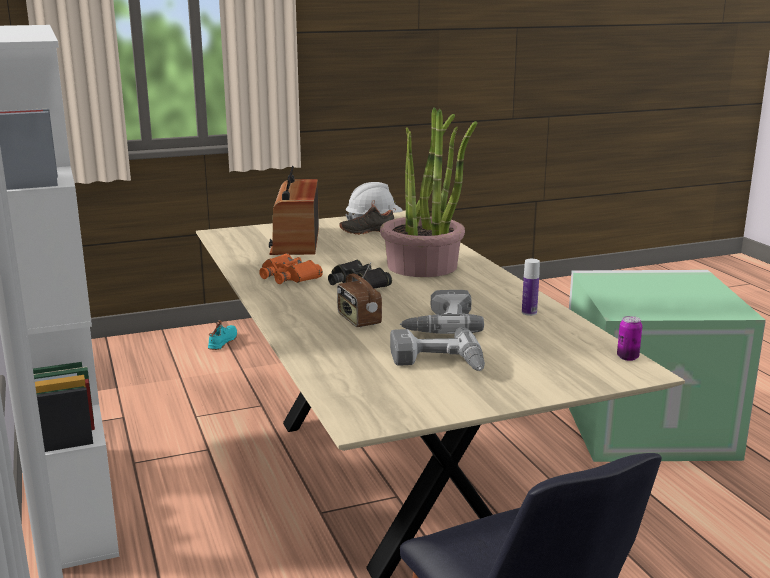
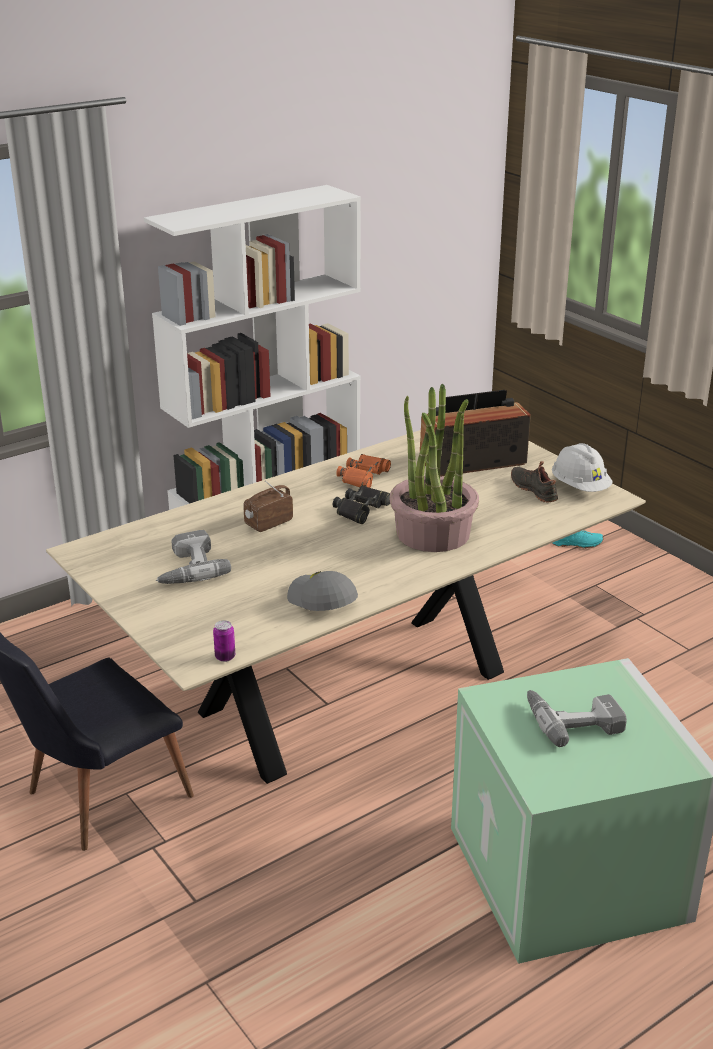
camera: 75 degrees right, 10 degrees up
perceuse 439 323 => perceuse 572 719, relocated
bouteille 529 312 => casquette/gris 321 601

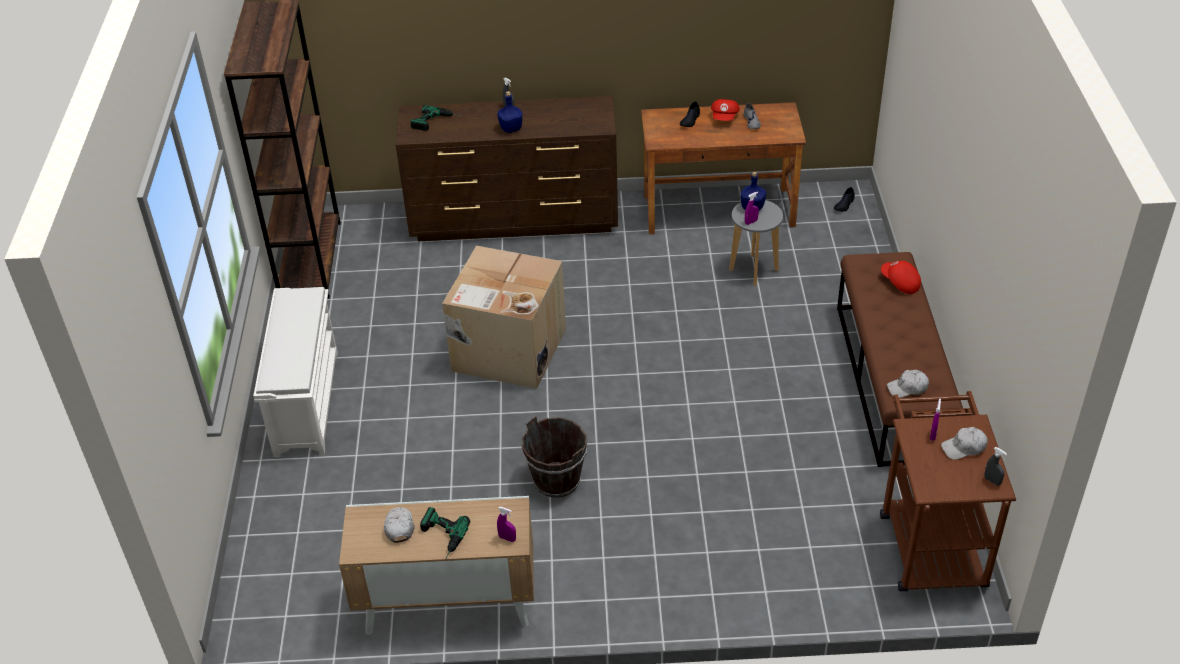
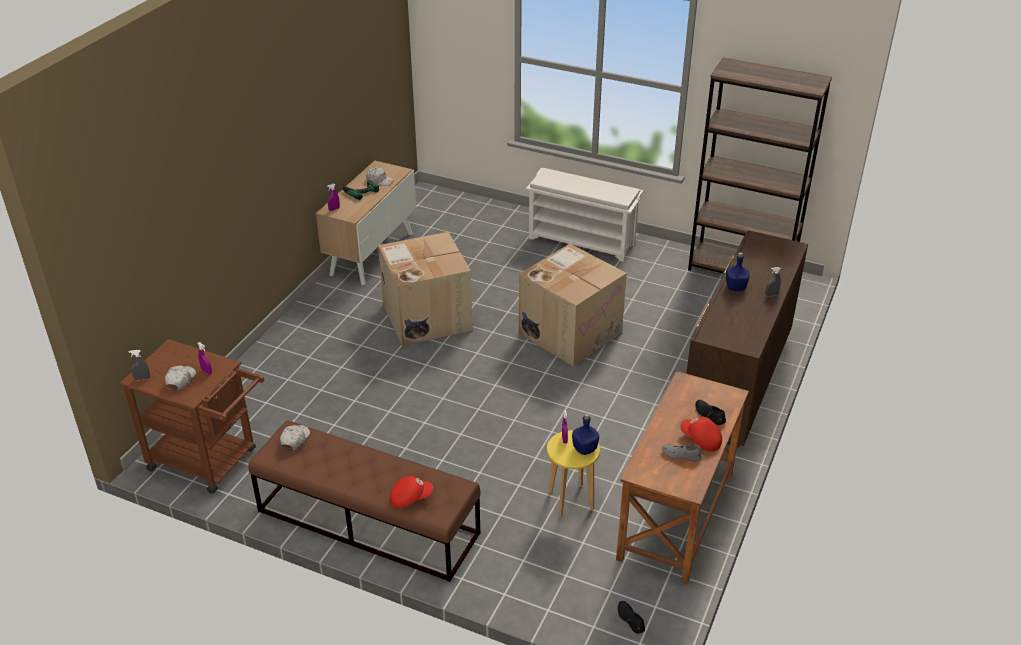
camera: 115 degrees right, 5 degrees down
perceuse 436 122 => nothing
seau/marron 556 481 => carton 425 316
tabouret/gris 753 270 => tabouret/jaune 570 500

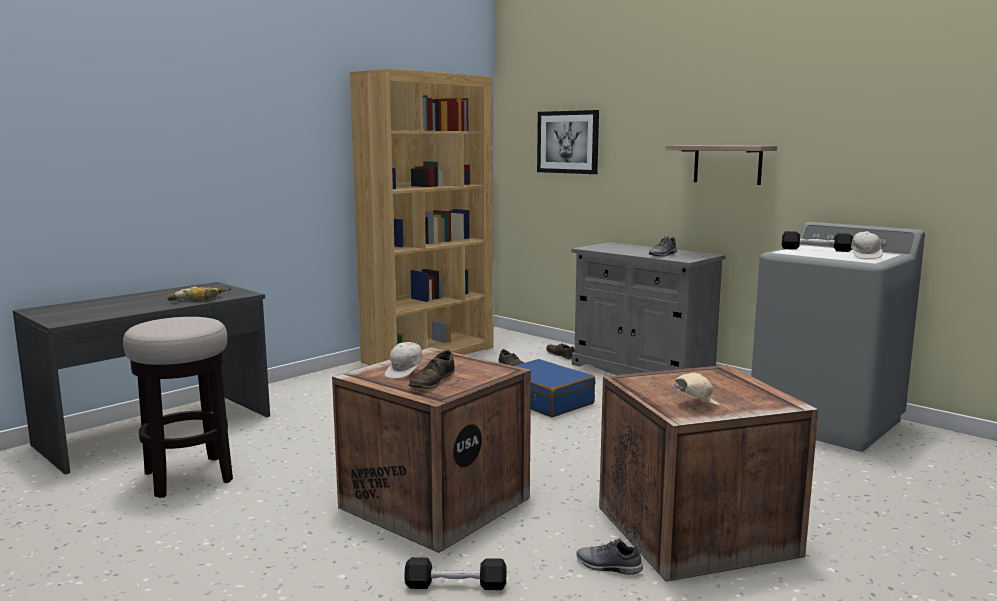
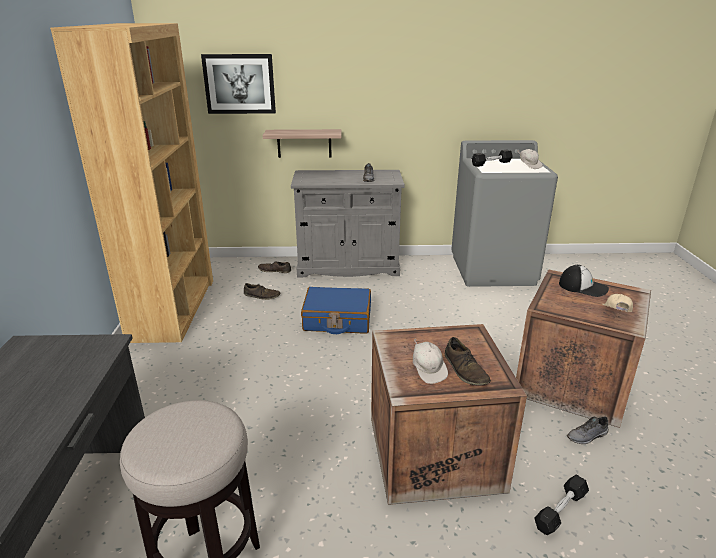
camera: 45 degrees left, 15 degrees up
perceuse 198 300 => nothing
nothing => casquette 583 287
étagère 727 164 => étagère 304 143, relocated

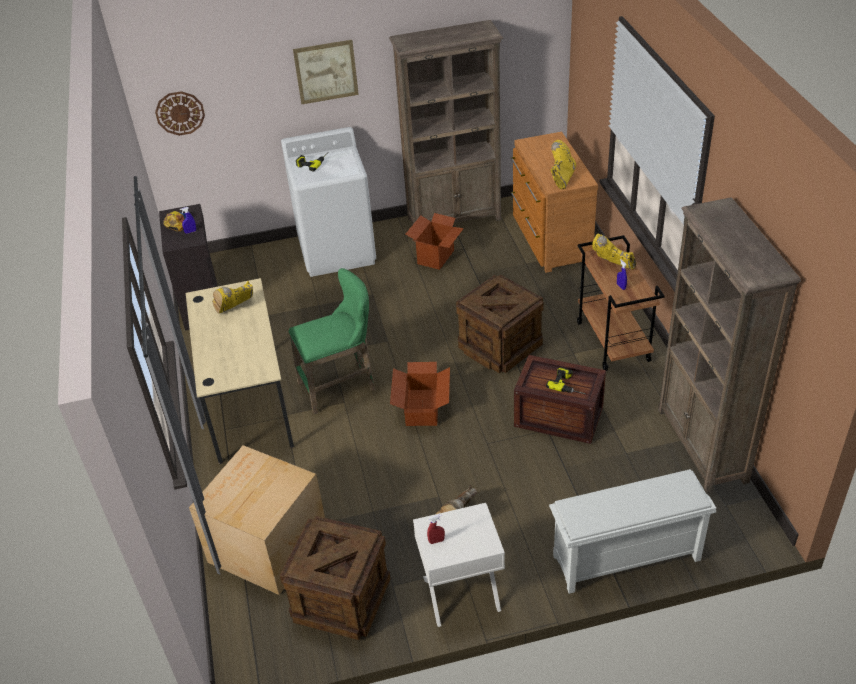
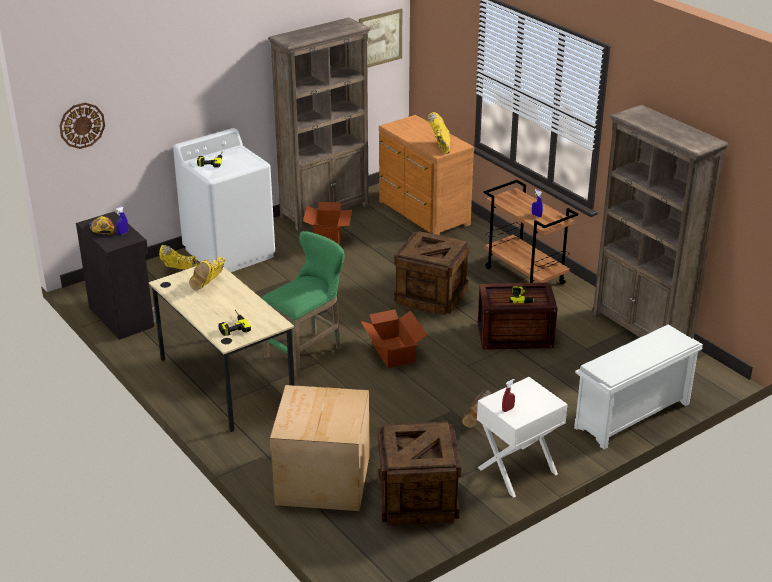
camera: 25 degrees left, 10 degrees down
nothing => perceuse 232 325
tableau 326 71 => tableau 380 38, relocated
botte/jaune 612 265 => botte/jaune 180 271, relocated

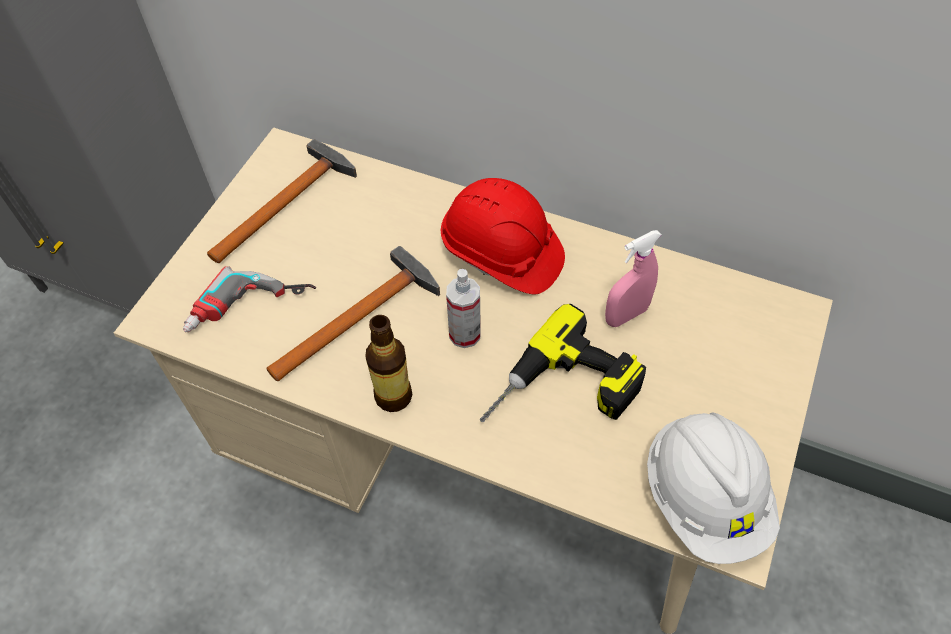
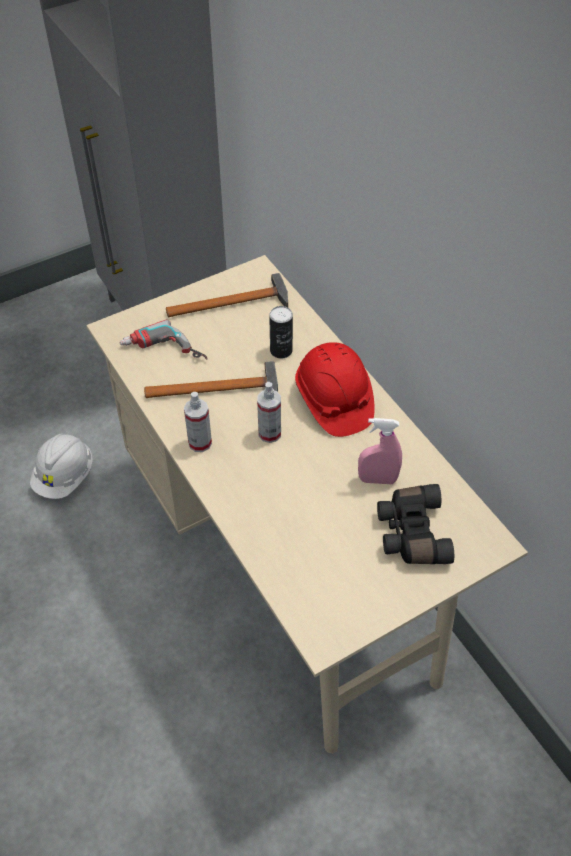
camera: 35 degrees right, 5 degrees down
perceuse 563 394 => nothing
nothing => boîte métallique 281 350
nothing => jumelles/noir 410 533
casque de chantier/blanc 704 498 => casque de chantier/blanc 65 477, relocated
bouteille 393 396 => vaporisateur 200 443

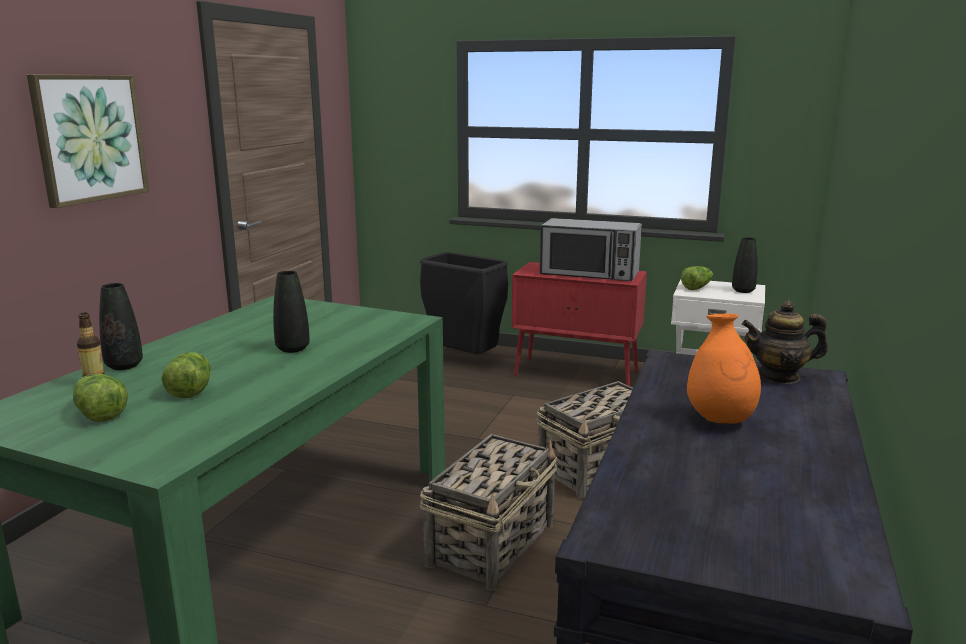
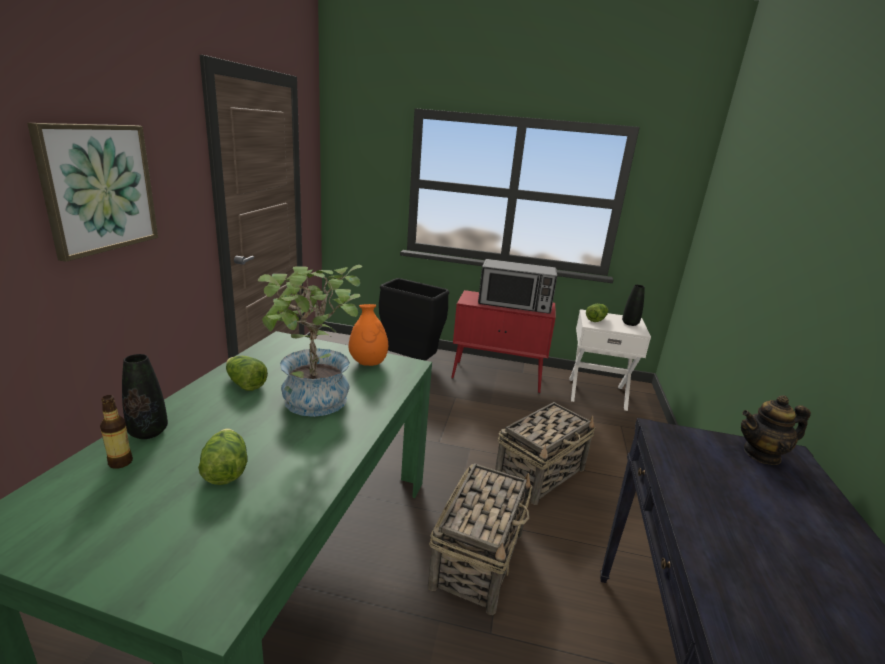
camera: 10 degrees left, 5 degrees up
laitue 100 413 => laitue 245 383, relocated
vase/orange 720 420 => vase/orange 368 363, relocated
vase/noir 293 349 => plante en pot 313 405

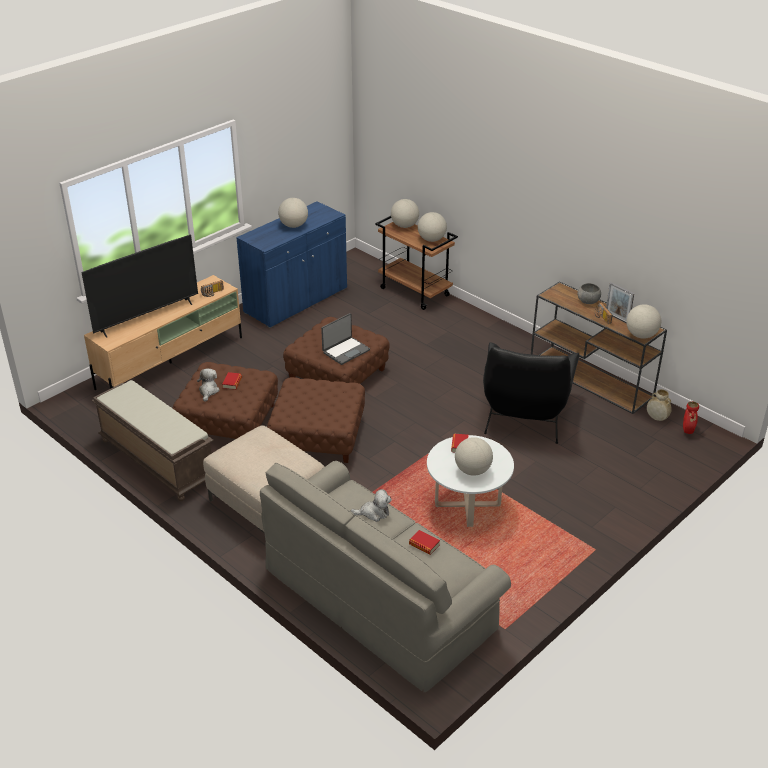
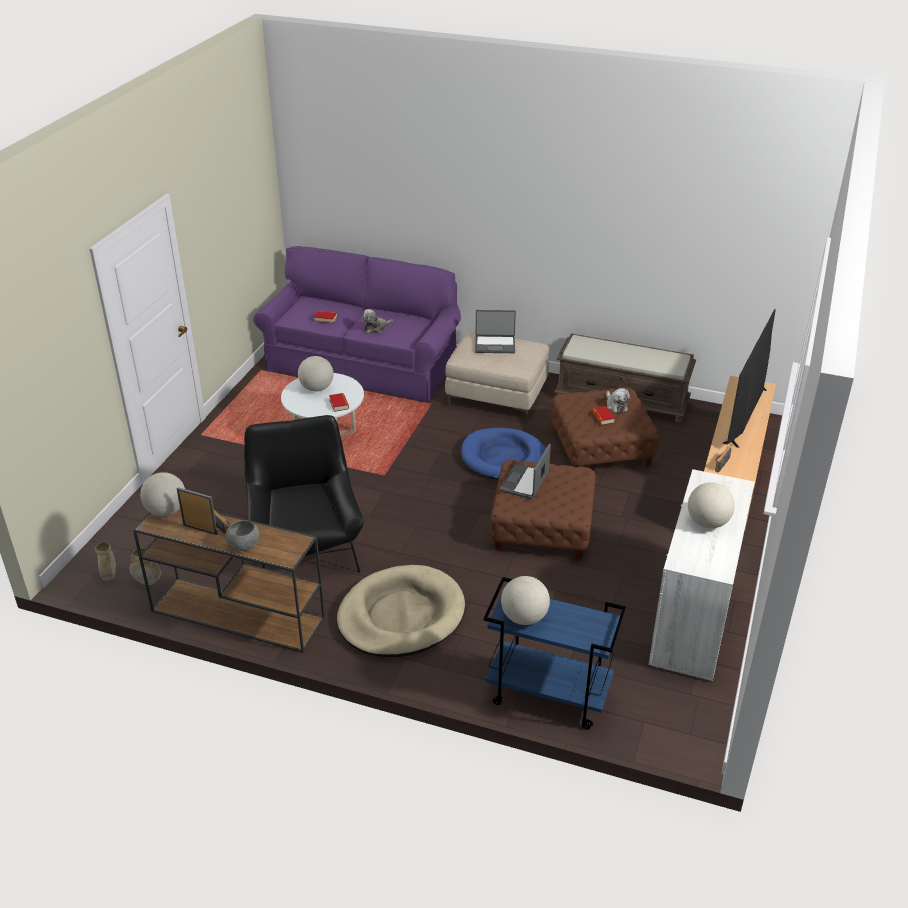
camera: 155 degrees right, 0 degrees up
globe 404 226 => nothing
nothing => panier pour chien/beige 401 616
nothing => ordinateur portable 495 345
pouf/marron 318 435 => panier pour chien/bleu 504 458
meuble de rangement/bleu 296 301 => meuble de rangement/blanc 692 619
canapé/gris 379 597 => canapé/violet 362 364
chariot/marron 415 292 => chariot/bleu 547 695
vase/rouge 688 431 => vase/beige 109 576

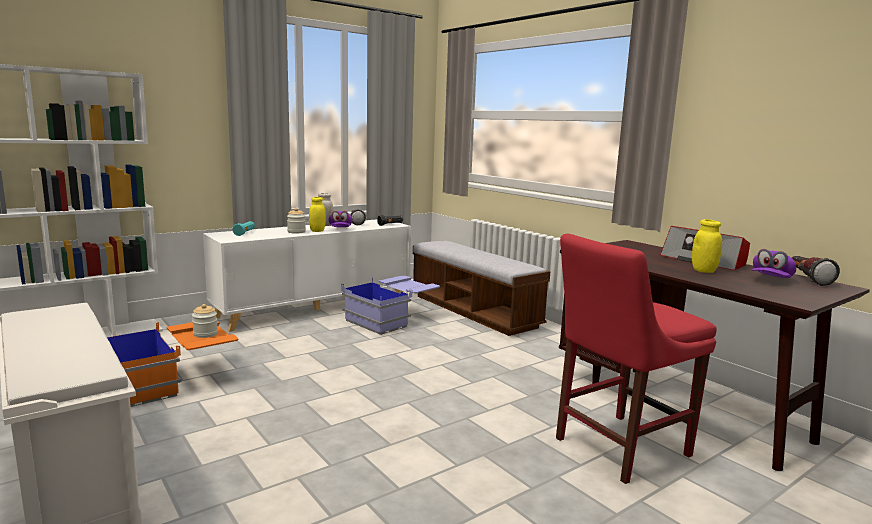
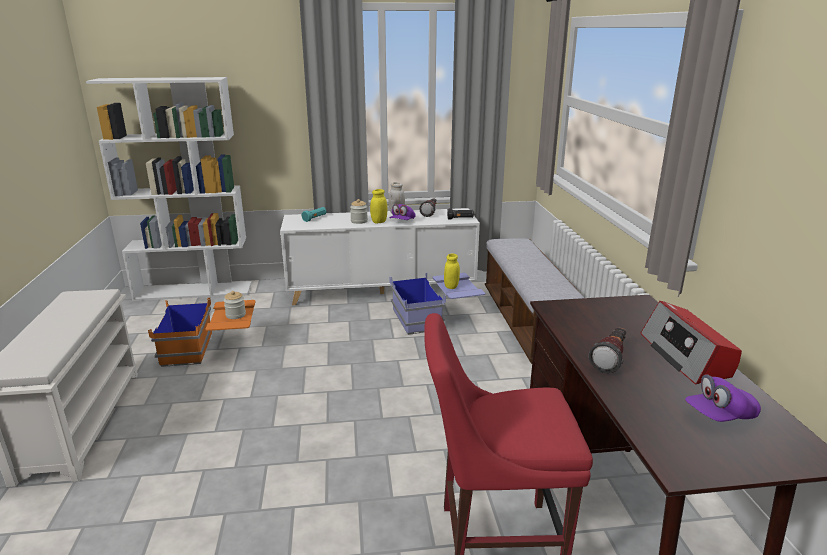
camera: 30 degrees right, 10 degrees up
bocal/jaune 703 271 => bocal/jaune 451 286, relocated
lampe de poche 806 279 => lampe de poche 611 358, relocated

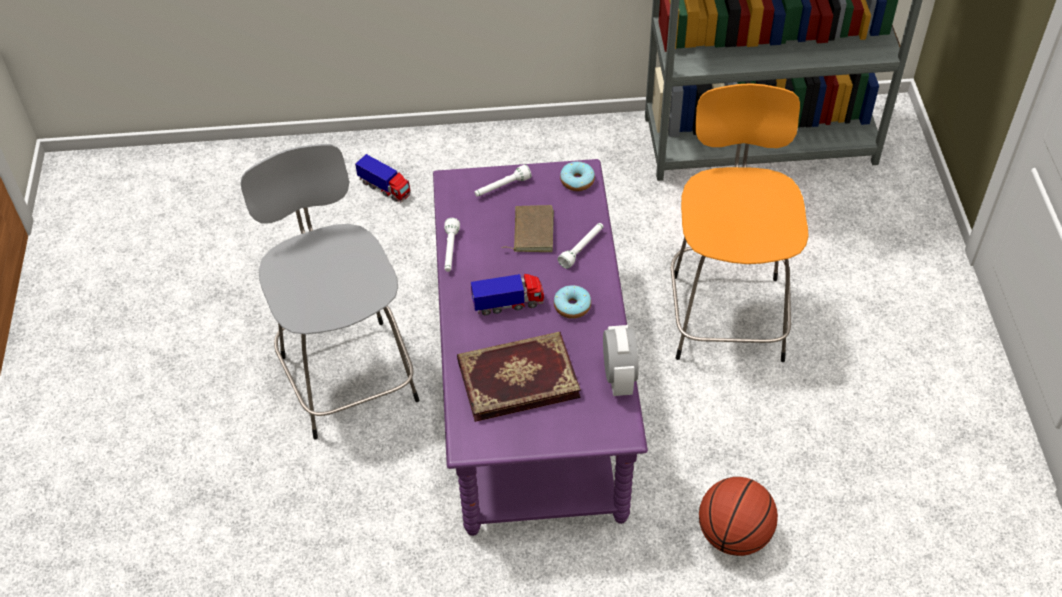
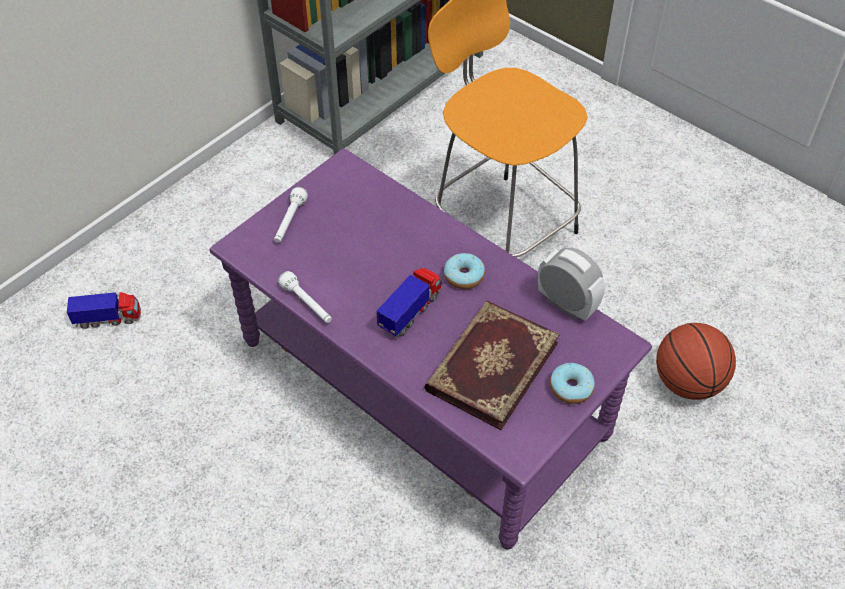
camera: 45 degrees left, 0 degrees up
tabouret/gris 347 374 => nothing
livre/marron 531 231 => nothing
lampe de poche/blanc 582 248 => nothing
beignet 577 181 => beignet 571 388, relocated

